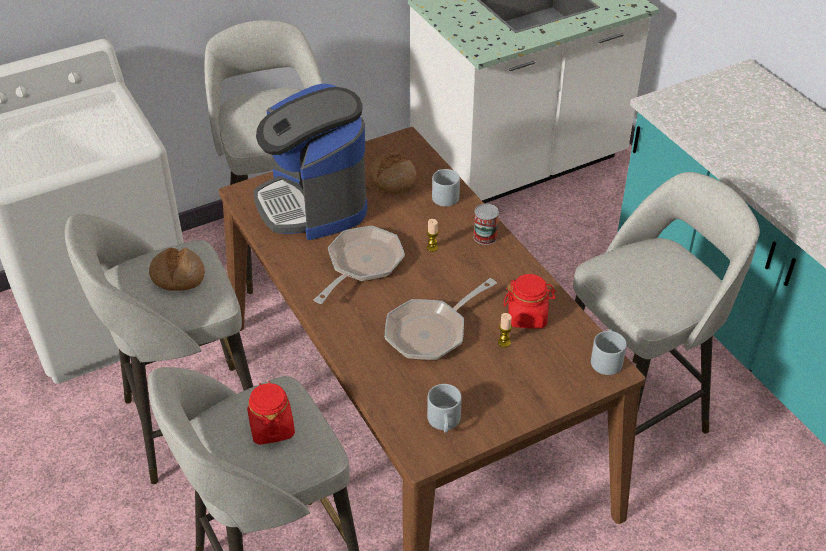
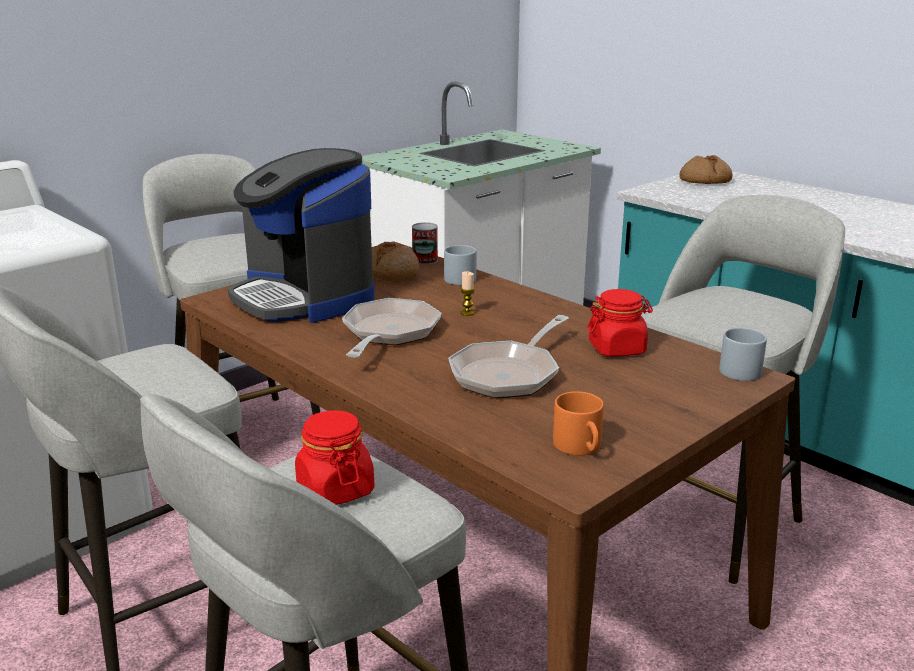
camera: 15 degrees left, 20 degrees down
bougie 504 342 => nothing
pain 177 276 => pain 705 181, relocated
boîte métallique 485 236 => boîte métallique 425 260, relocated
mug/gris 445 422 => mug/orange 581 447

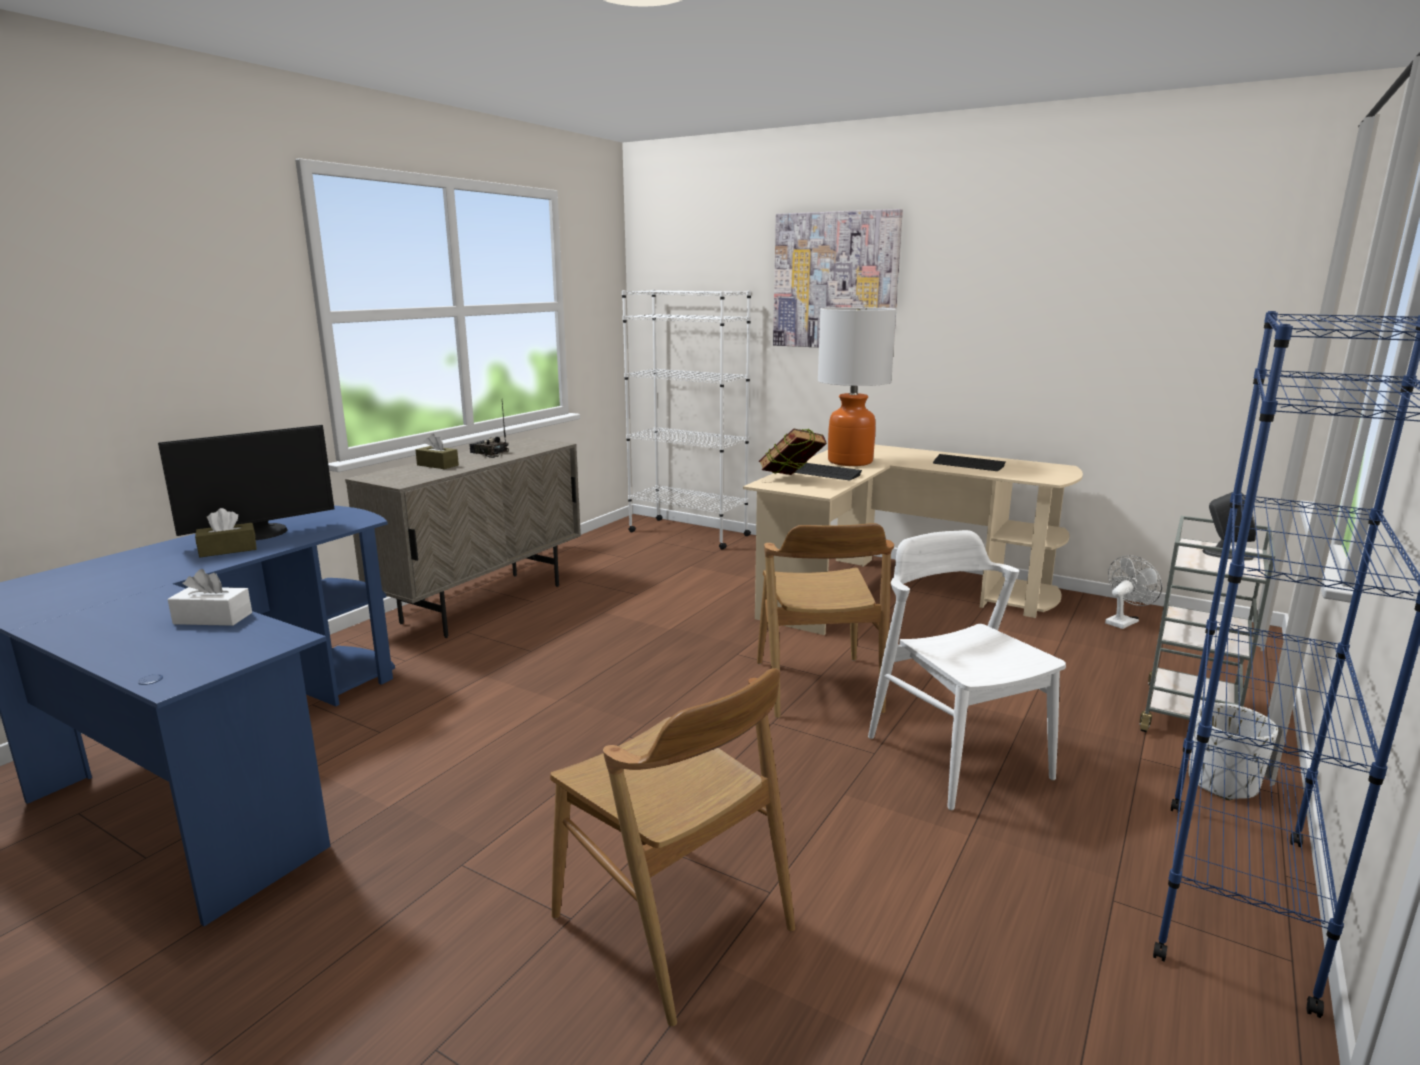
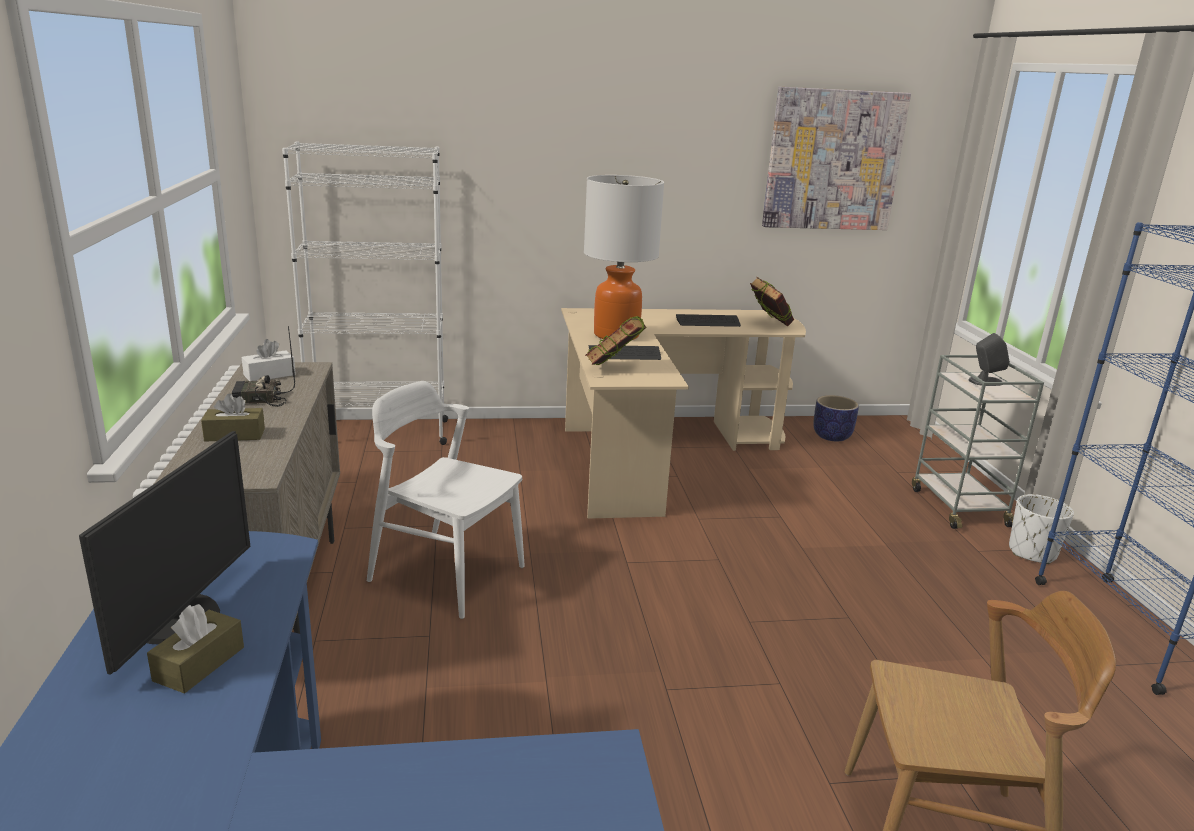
camera: 40 degrees left, 5 degrees up
chaise/marron 817 686 => nothing
nothing => livre 769 325
boîte à mouchoirs/blanc 213 618 => boîte à mouchoirs/blanc 269 375, relocated
tableau 835 281 => tableau 833 160, relocated
chaise/blanc 957 757 => chaise/blanc 446 573, relocated
ventilateur/blanc 1124 621 => cache-pot 831 436

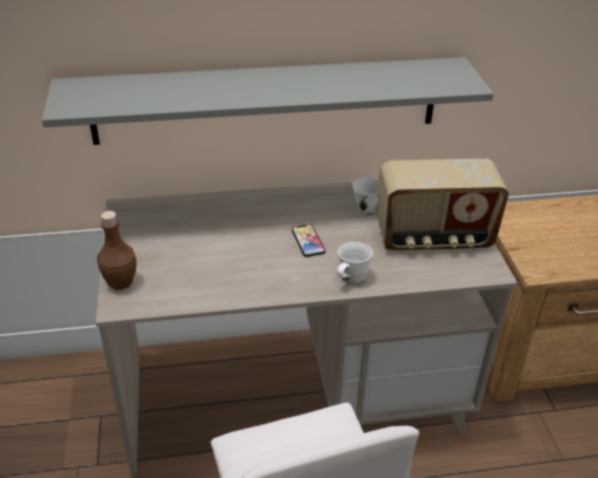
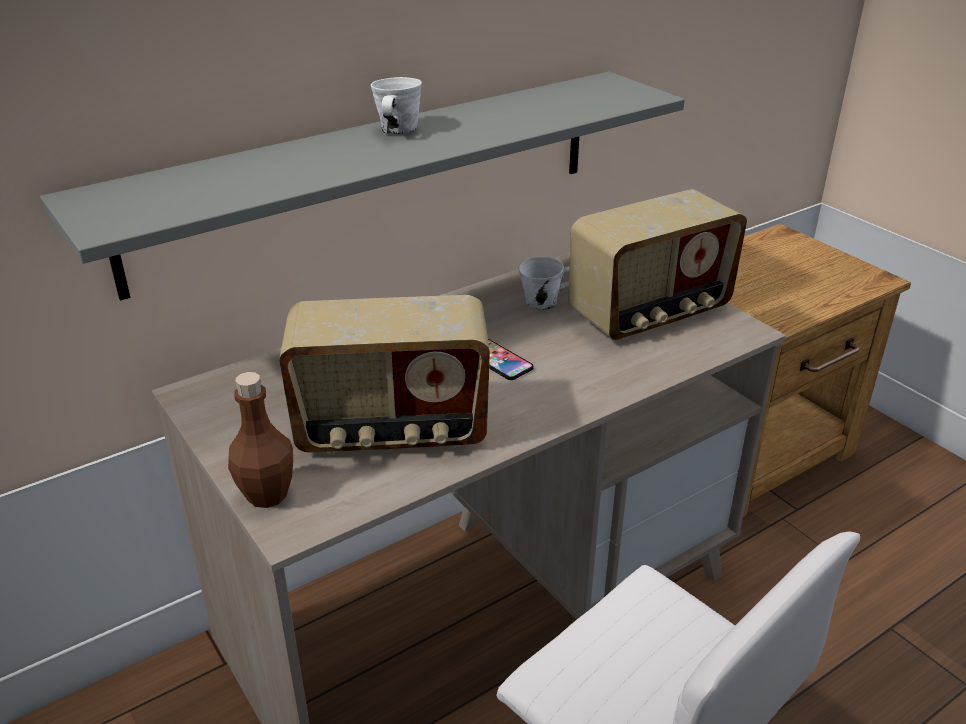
camera: 25 degrees left, 5 degrees down
nothing => radio 392 431
mug/blanc 351 278 => mug/blanc 397 131, relocated

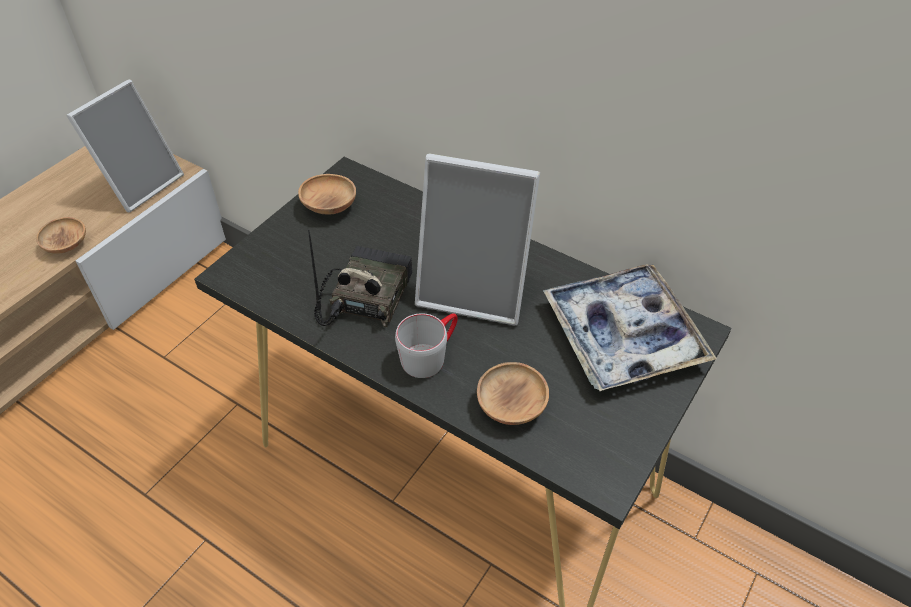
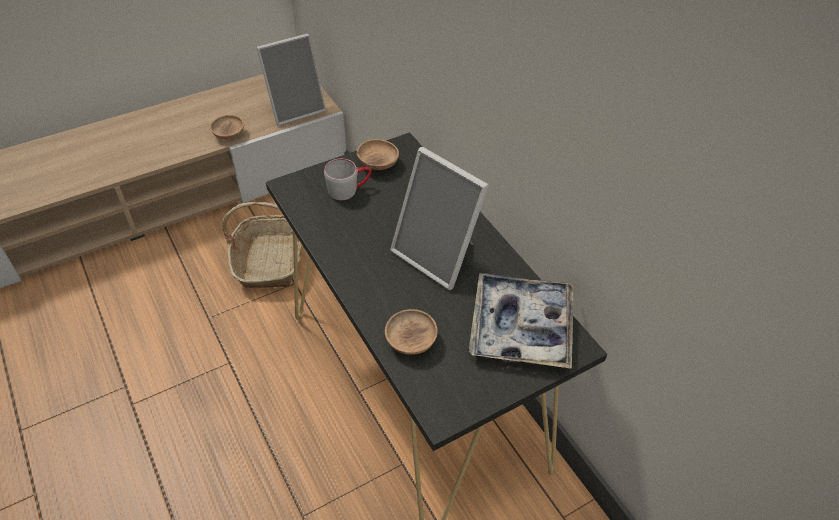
camera: 25 degrees right, 0 degrees up
radio 364 296 => nothing
nothing => panier 269 260
mug/gris 430 354 => mug/gris 349 189, relocated

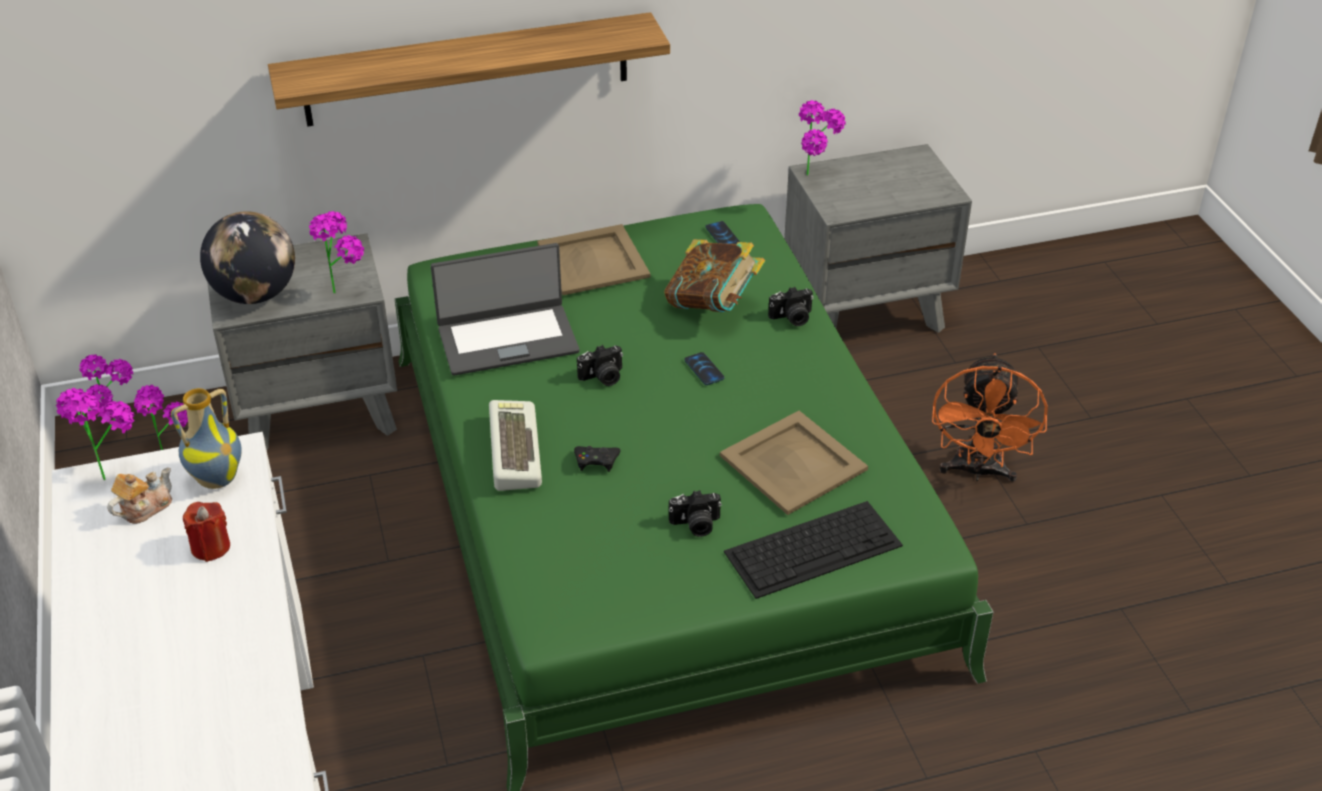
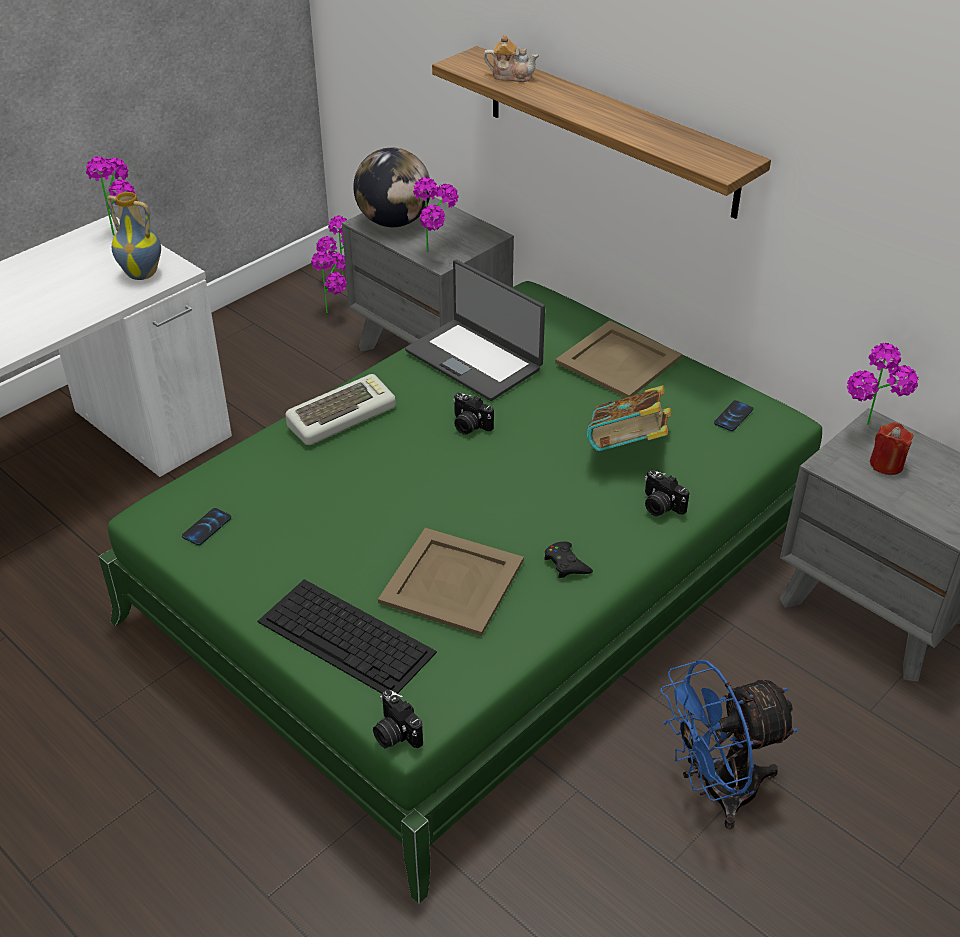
camera: 60 degrees right, 0 degrees up
théière 145 507 => théière 511 76, relocated
bougie/rouge 211 547 => bougie/rouge 886 464, relocated
manette/noir 596 461 => manette/noir 566 564, relocated
appareil photo 695 525 => appareil photo 394 733, relocated
téléphone 704 369 => téléphone 207 527, relocated
ventilateur/orange 977 471 => ventilateur/bleu 715 790

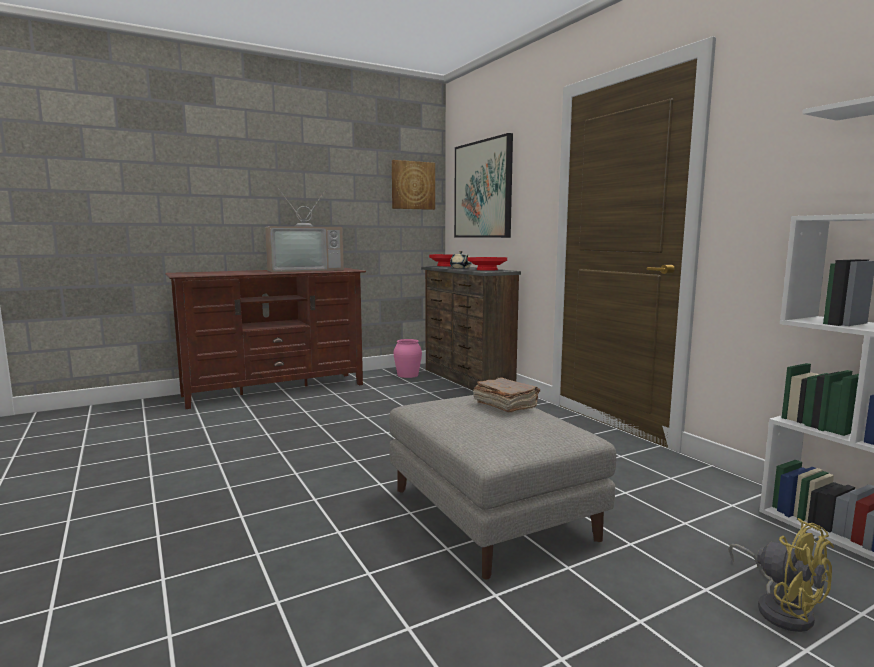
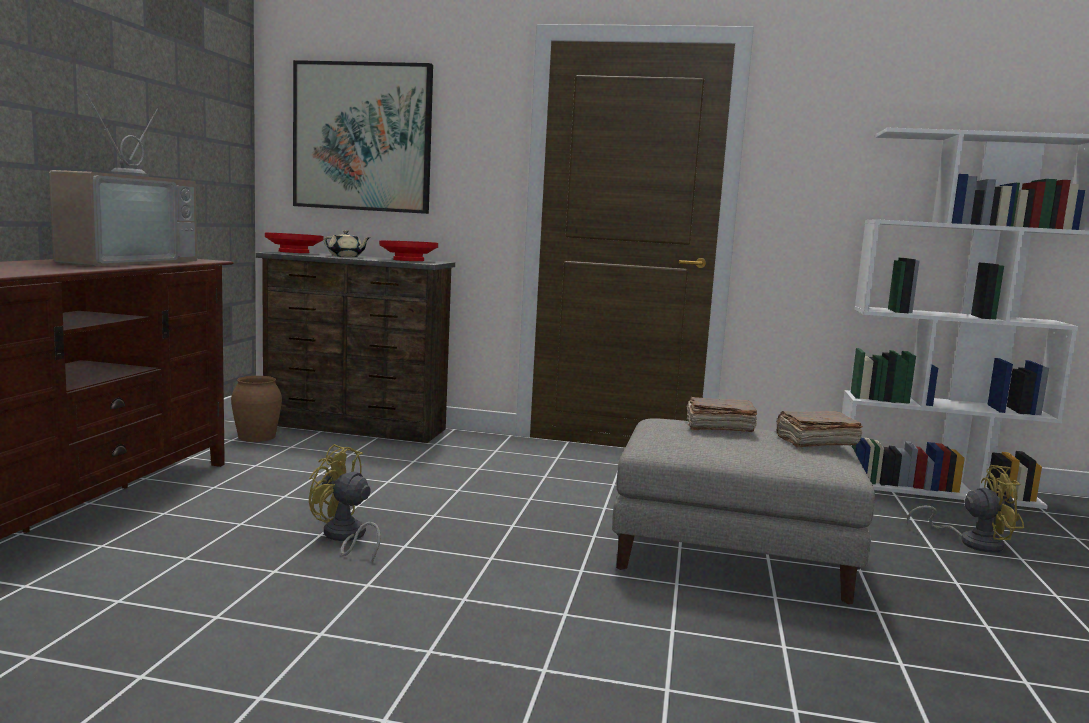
camera: 50 degrees left, 0 degrees up
tableau 412 185 => nothing
nothing => ventilateur/jaune 345 537
nothing => livre/marron 815 442
vase/rose 408 375 => vase/marron 257 436

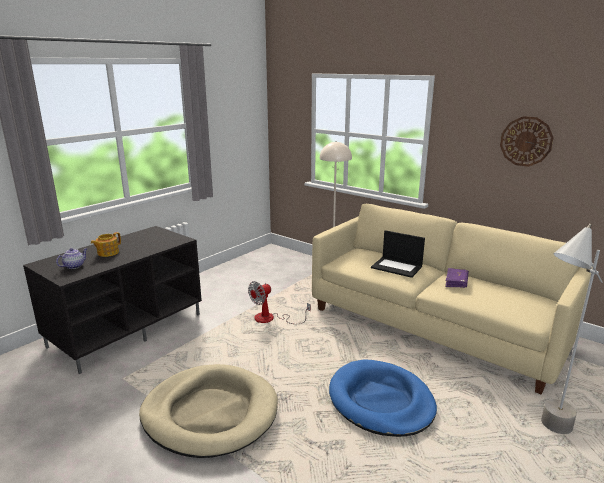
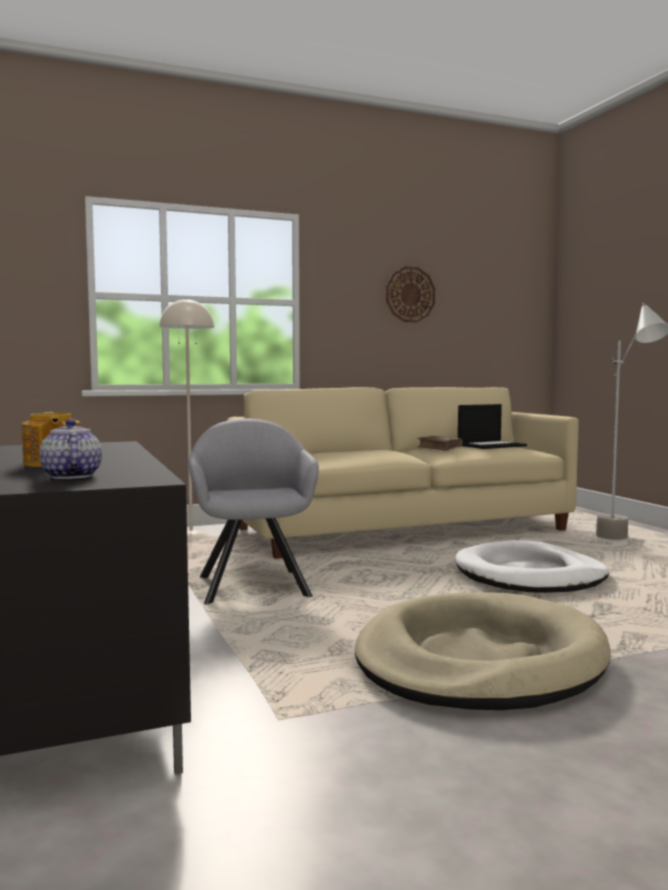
camera: 60 degrees left, 15 degrees down
ordinateur portable 397 267 => ordinateur portable 491 445, relocated
ventilateur 271 319 => fauteuil/gris 253 584
panier pour chien/bleu 381 401 => panier pour chien/blanc 530 575
livre/violet 456 282 => livre/marron 439 448

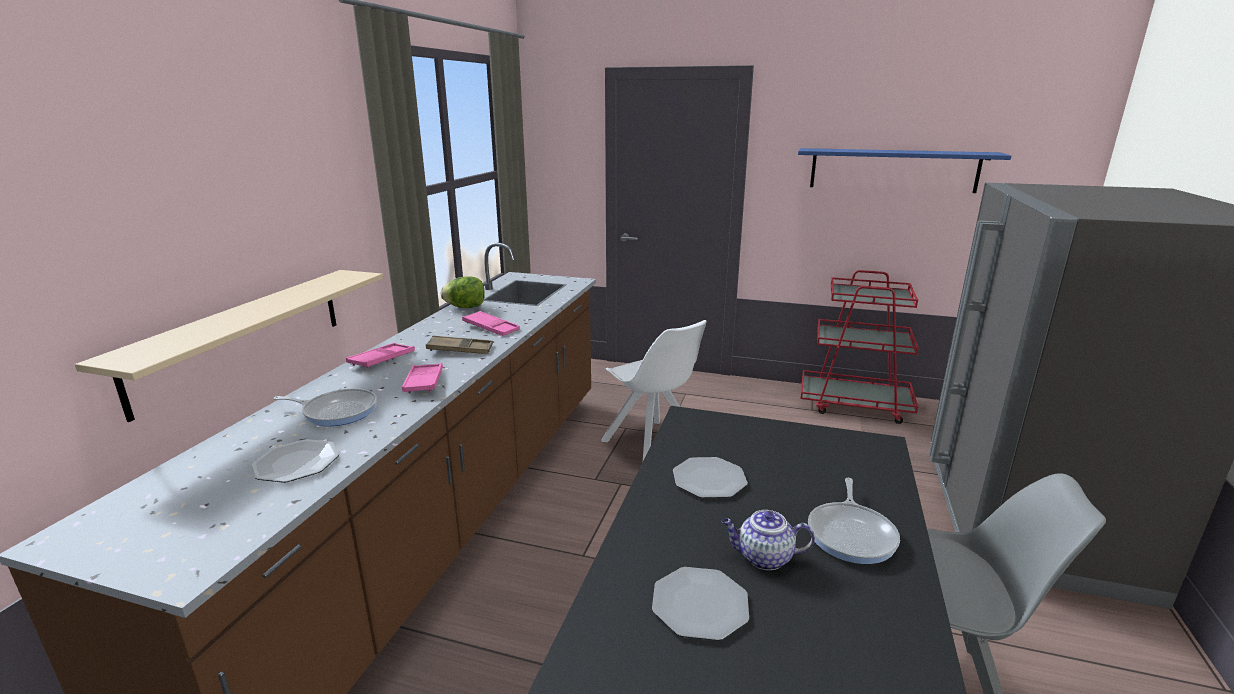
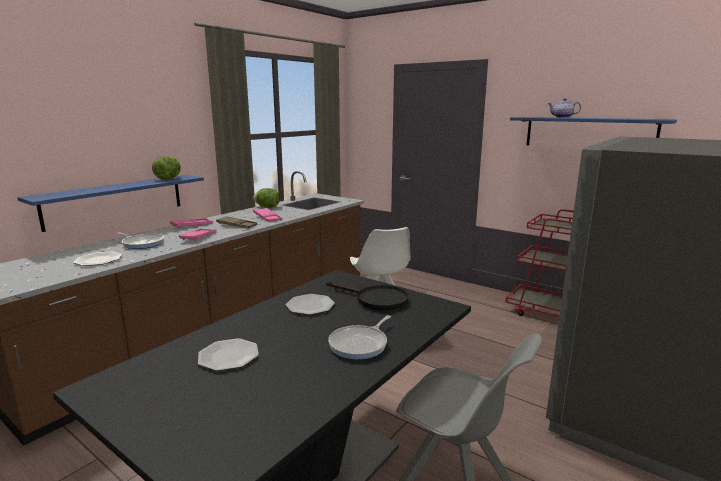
camera: 20 degrees right, 5 degrees down
nothing => laitue 168 179
nothing => poêle/noir 375 299
théière 763 558 => théière 562 117, relocated
étagère/beige 242 336 => étagère/bleu 116 201

